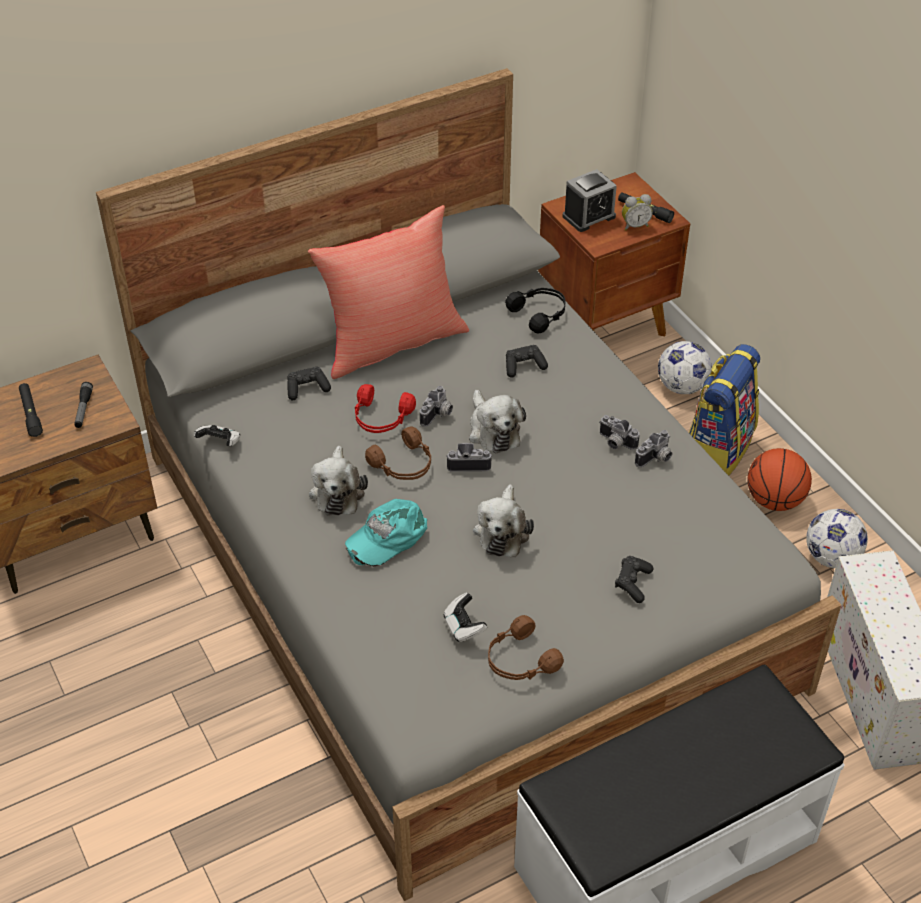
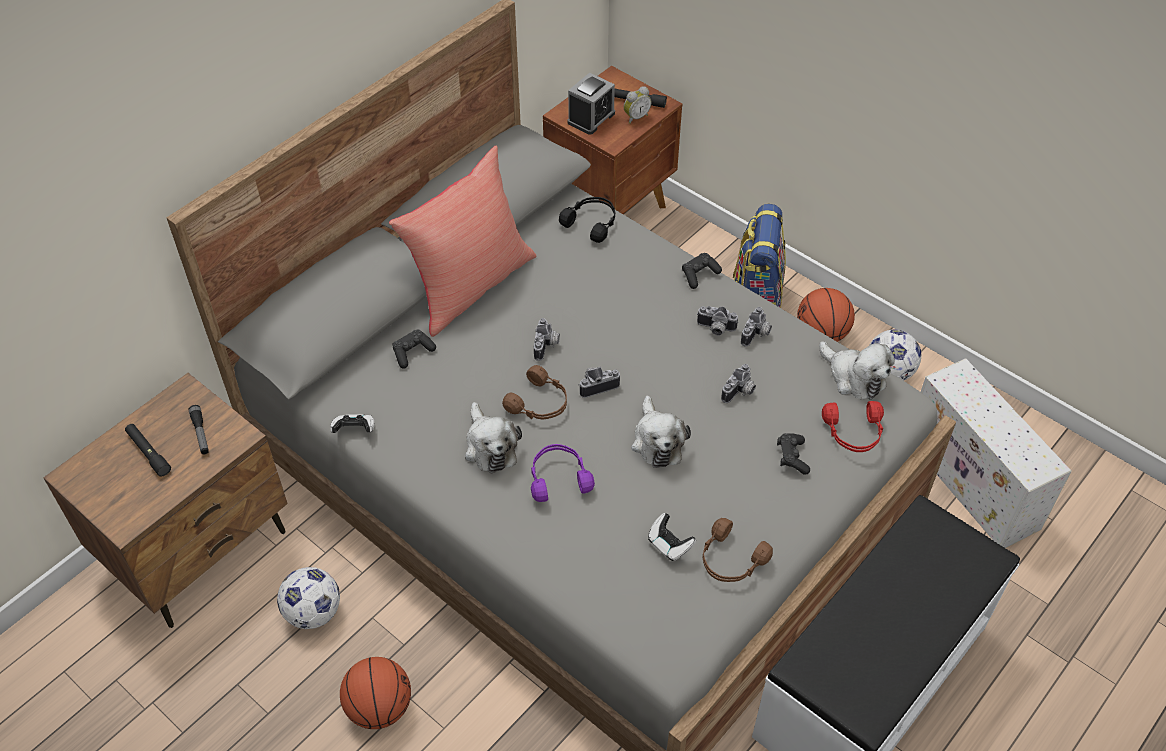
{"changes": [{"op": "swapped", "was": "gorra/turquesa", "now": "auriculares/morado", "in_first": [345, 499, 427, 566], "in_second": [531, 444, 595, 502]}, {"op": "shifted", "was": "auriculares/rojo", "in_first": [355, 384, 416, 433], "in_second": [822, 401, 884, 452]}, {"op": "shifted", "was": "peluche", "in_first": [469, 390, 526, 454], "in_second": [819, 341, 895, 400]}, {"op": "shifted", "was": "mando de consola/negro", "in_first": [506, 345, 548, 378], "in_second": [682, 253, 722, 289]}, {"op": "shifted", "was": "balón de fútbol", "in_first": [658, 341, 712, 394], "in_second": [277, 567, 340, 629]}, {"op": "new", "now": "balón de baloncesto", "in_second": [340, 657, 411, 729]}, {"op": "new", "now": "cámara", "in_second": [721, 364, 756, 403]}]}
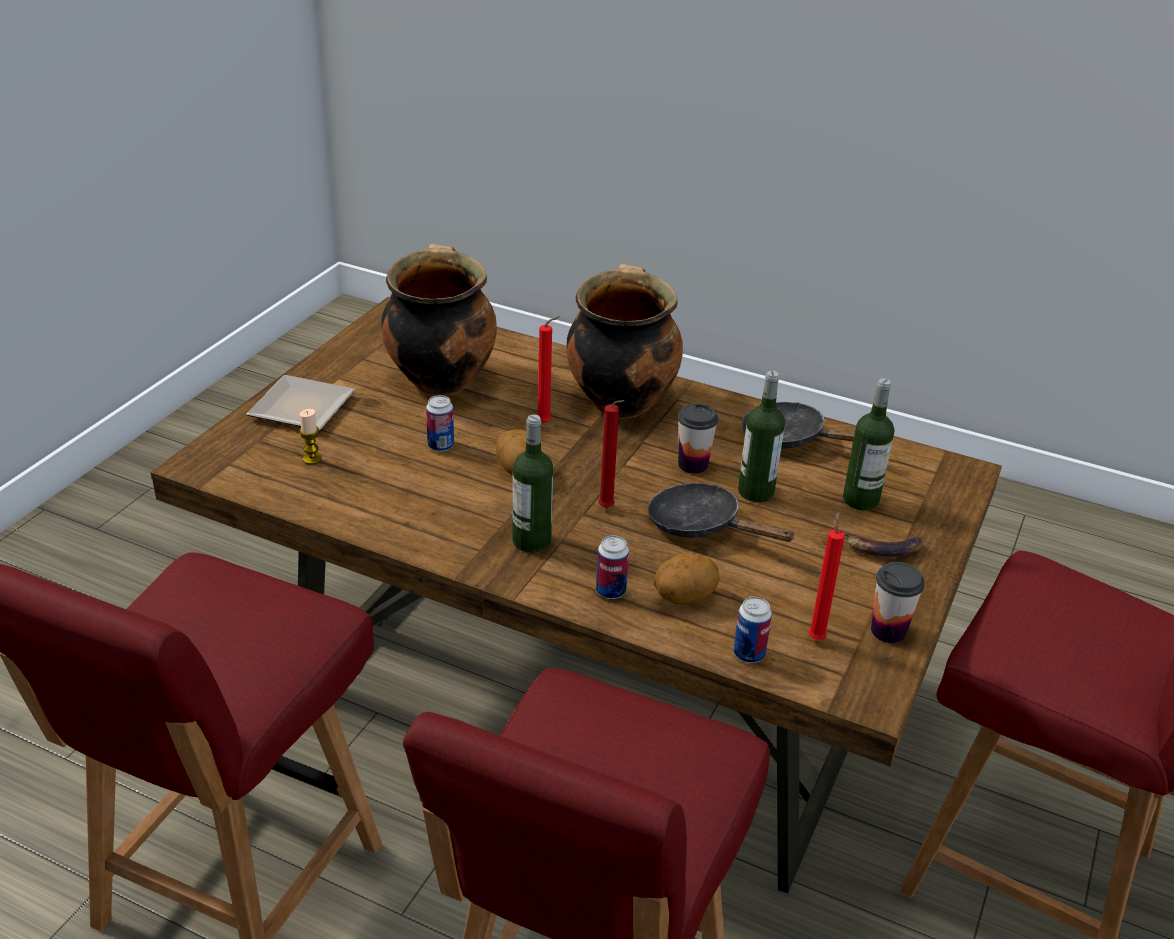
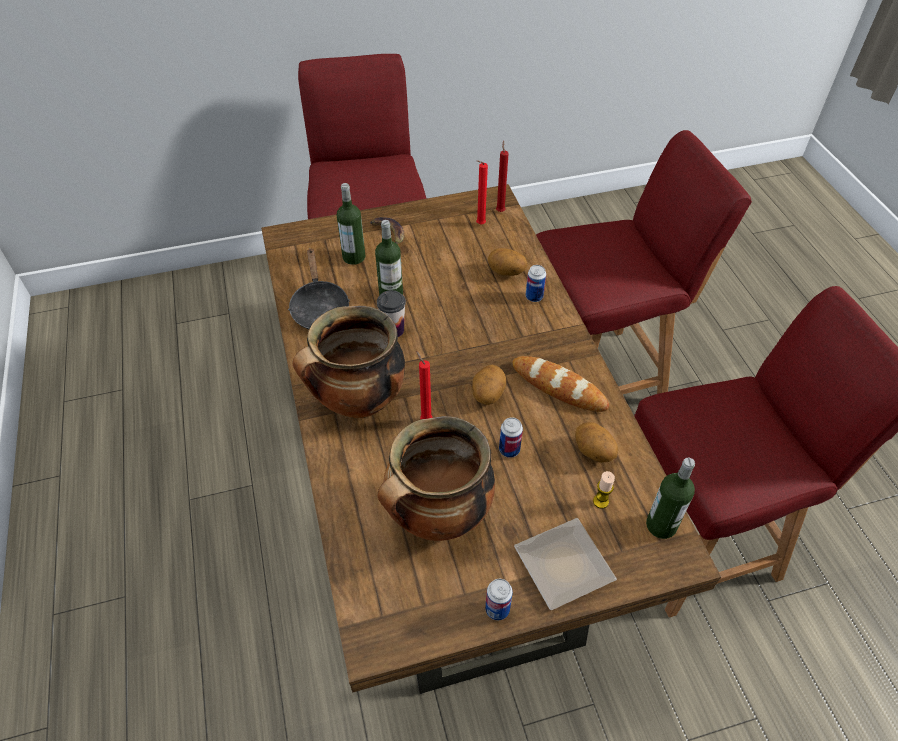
{"changes": [{"op": "shifted", "was": "botella", "in_first": [512, 414, 553, 553], "in_second": [646, 458, 695, 539]}, {"op": "shifted", "was": "vela/rojo", "in_first": [598, 400, 625, 508], "in_second": [496, 141, 509, 212]}, {"op": "gone", "was": "sartén/negro", "in_first": [648, 483, 795, 542]}, {"op": "shifted", "was": "lata", "in_first": [733, 597, 772, 663], "in_second": [485, 579, 513, 620]}, {"op": "gone", "was": "taza", "in_first": [871, 562, 925, 643]}, {"op": "new", "now": "pan", "in_second": [512, 356, 609, 412]}, {"op": "new", "now": "patata", "in_second": [575, 422, 618, 463]}]}
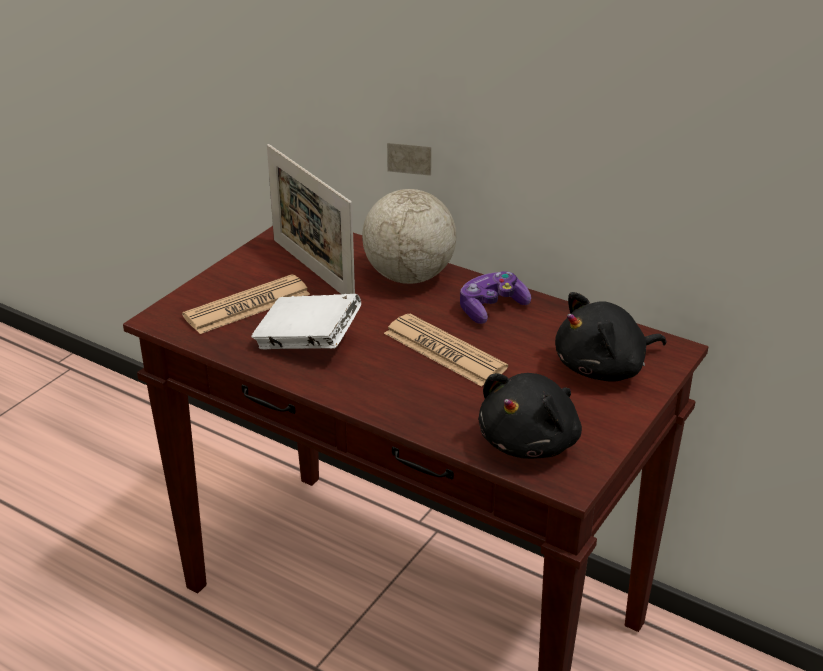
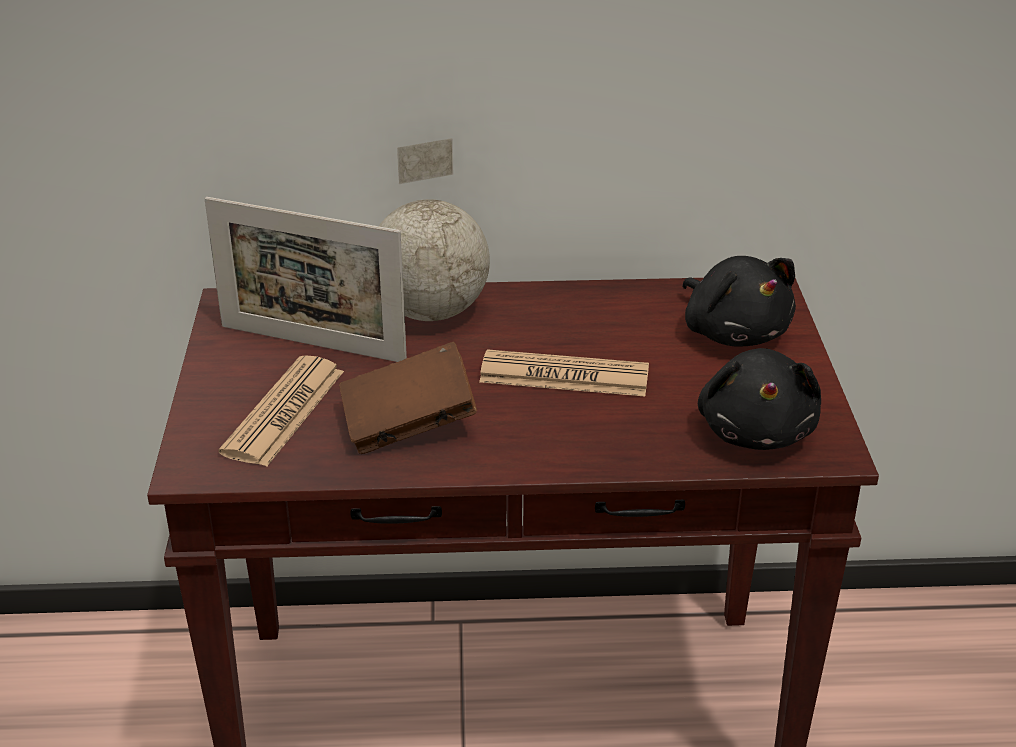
{"changes": [{"op": "repainted", "was": "libro/blanco", "now": "libro/marrón", "in_first": [251, 294, 361, 349], "in_second": [339, 342, 477, 454]}, {"op": "gone", "was": "mando de consola", "in_first": [460, 271, 531, 324]}, {"op": "rotated", "was": "peluche/negro", "in_first": [555, 292, 667, 382], "in_second": [683, 256, 796, 347], "clockwise": -60}]}
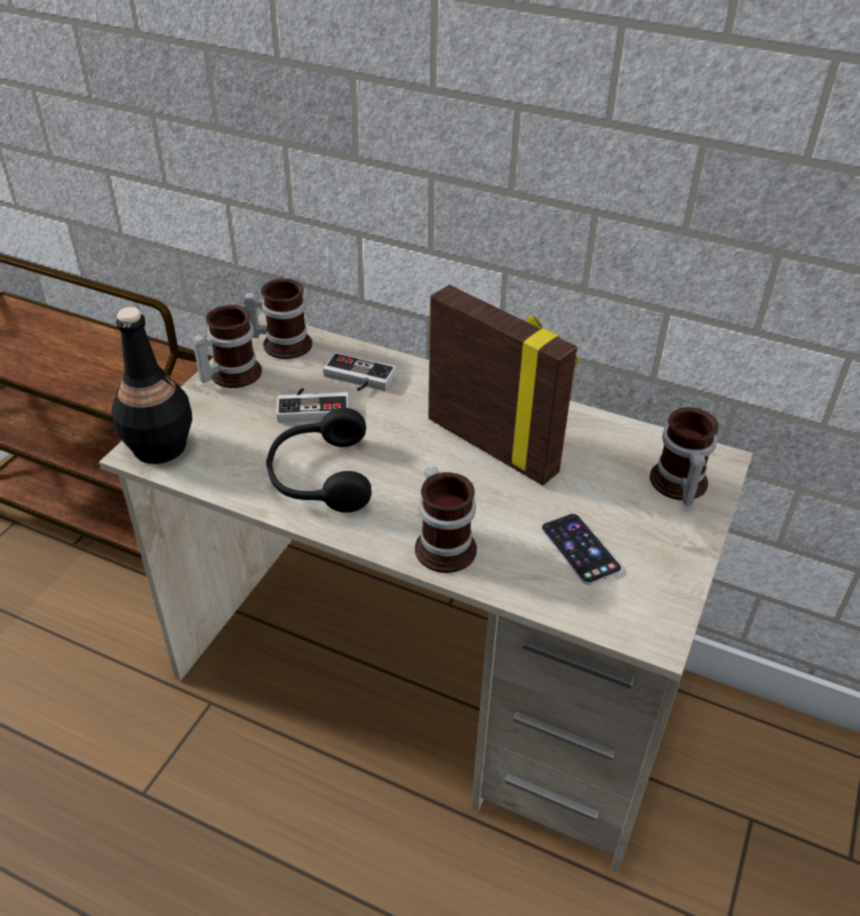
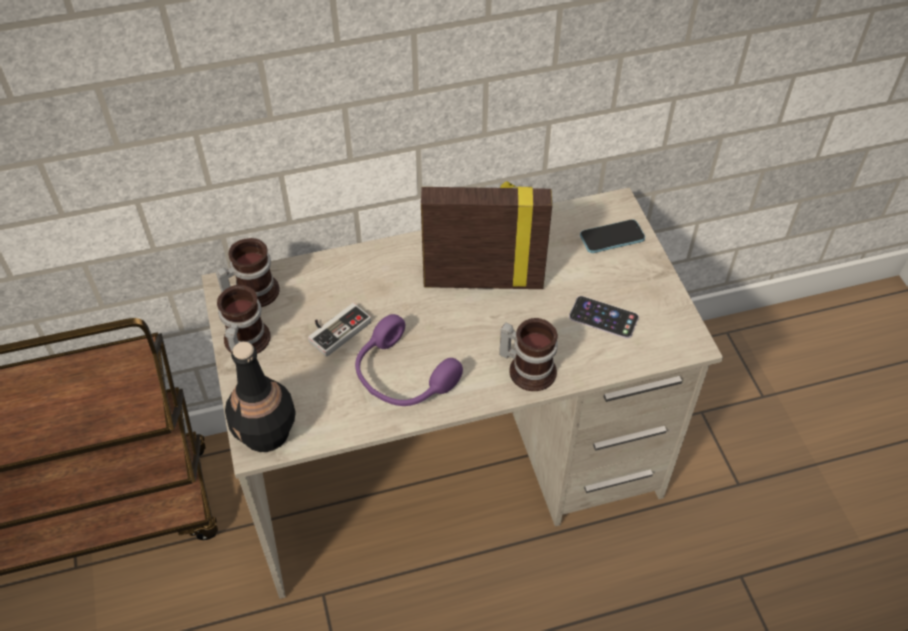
{"changes": [{"op": "repainted", "was": "auriculares/negro", "now": "auriculares/morado", "in_first": [266, 408, 372, 513], "in_second": [355, 314, 463, 406]}, {"op": "gone", "was": "mando de consola", "in_first": [323, 352, 396, 391]}, {"op": "swapped", "was": "taza grande", "now": "móvil", "in_first": [650, 407, 718, 505], "in_second": [580, 219, 645, 253]}]}
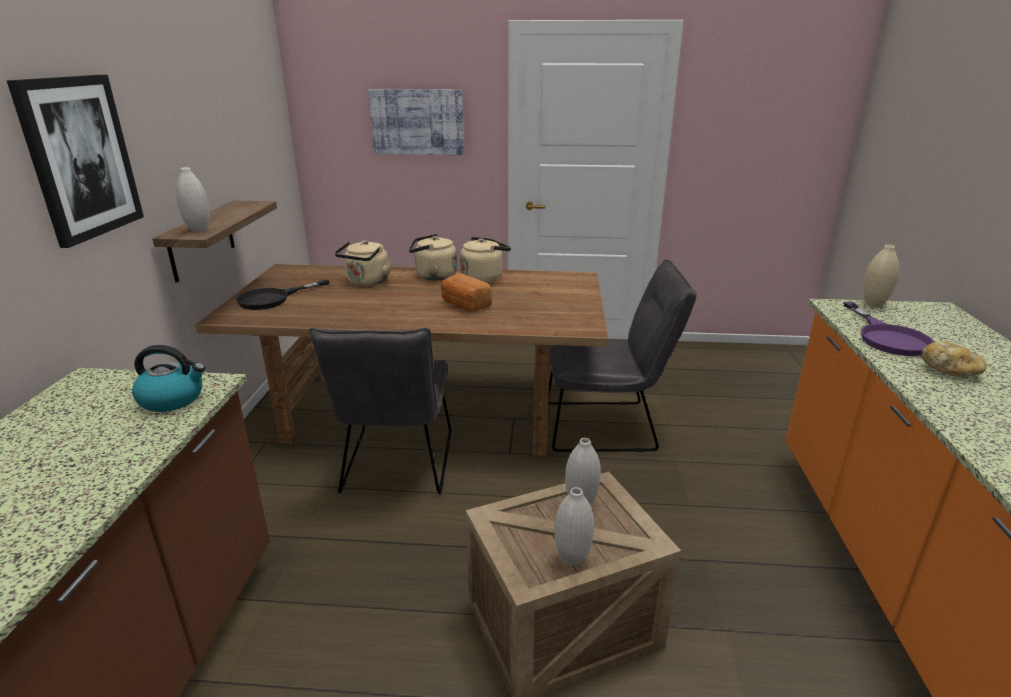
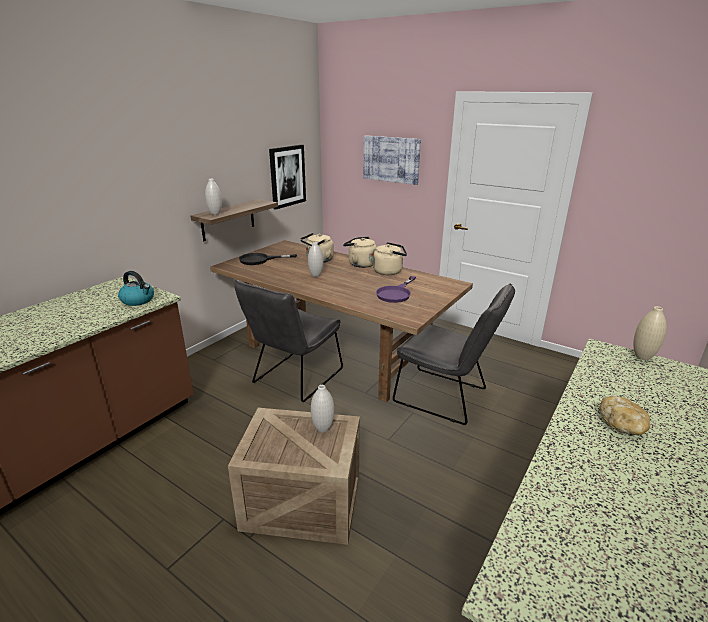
{"changes": [{"op": "shifted", "was": "cuadro", "in_first": [7, 75, 144, 248], "in_second": [269, 145, 306, 209]}, {"op": "gone", "was": "pan", "in_first": [441, 274, 492, 311]}, {"op": "shifted", "was": "florero/blanco", "in_first": [554, 487, 594, 566], "in_second": [308, 242, 324, 277]}, {"op": "shifted", "was": "sartén/morado", "in_first": [844, 302, 934, 356], "in_second": [376, 276, 416, 303]}]}
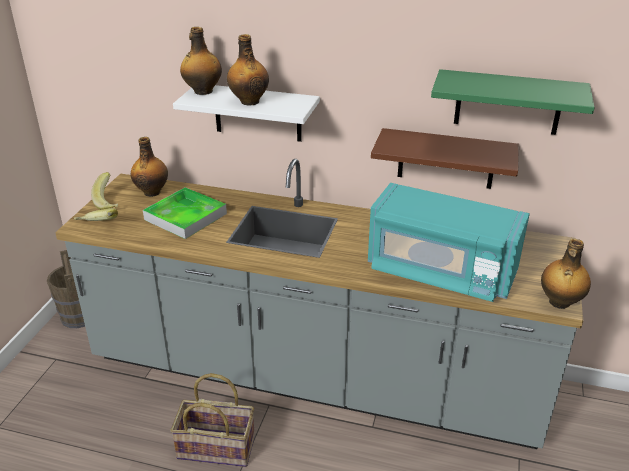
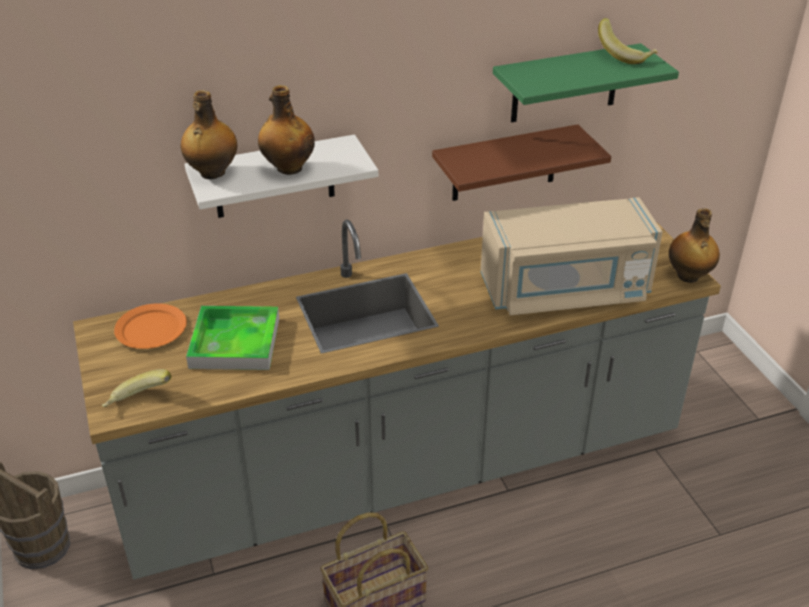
{"changes": [{"op": "shifted", "was": "plátano", "in_first": [91, 172, 118, 210], "in_second": [598, 18, 658, 64]}, {"op": "swapped", "was": "botella", "now": "plato/naranja", "in_first": [130, 137, 168, 197], "in_second": [114, 303, 187, 349]}, {"op": "repainted", "was": "microondas/turquesa", "now": "microondas/beis", "in_first": [368, 183, 530, 302], "in_second": [481, 197, 663, 315]}]}
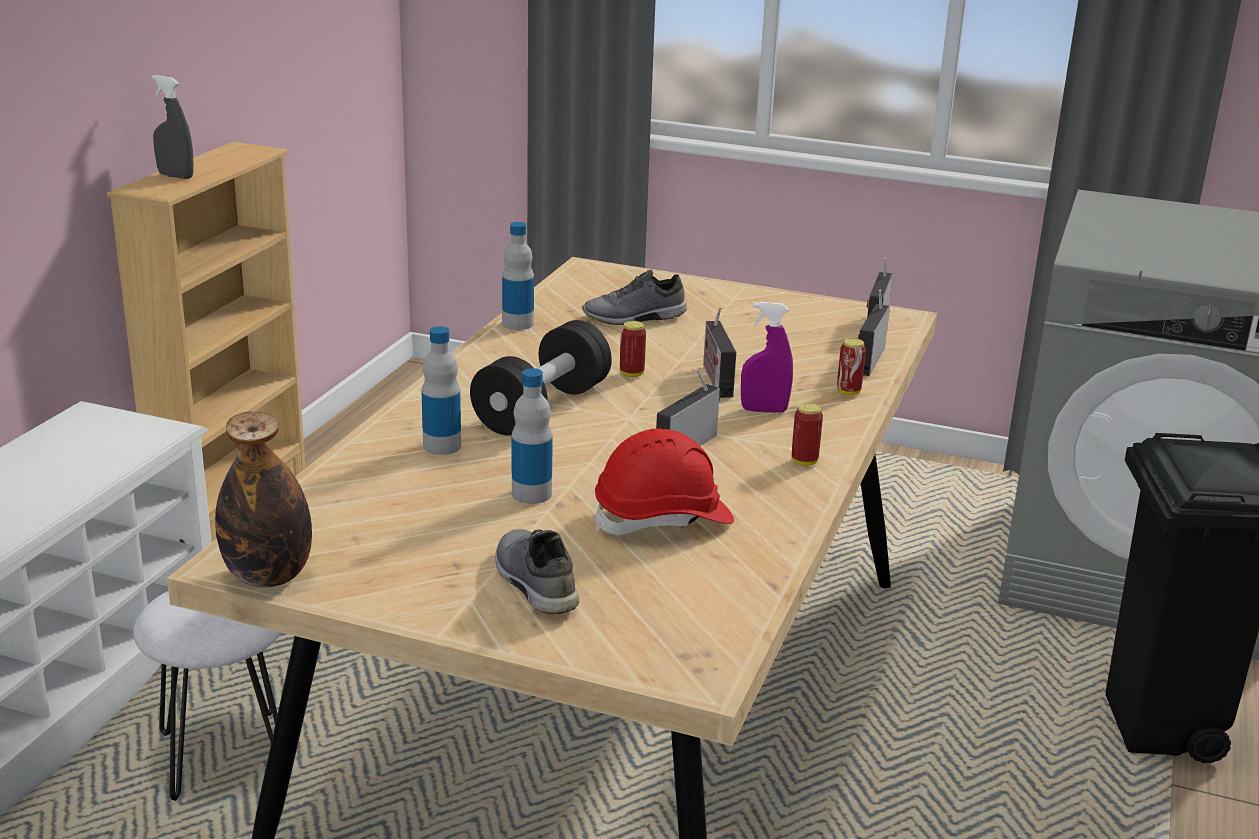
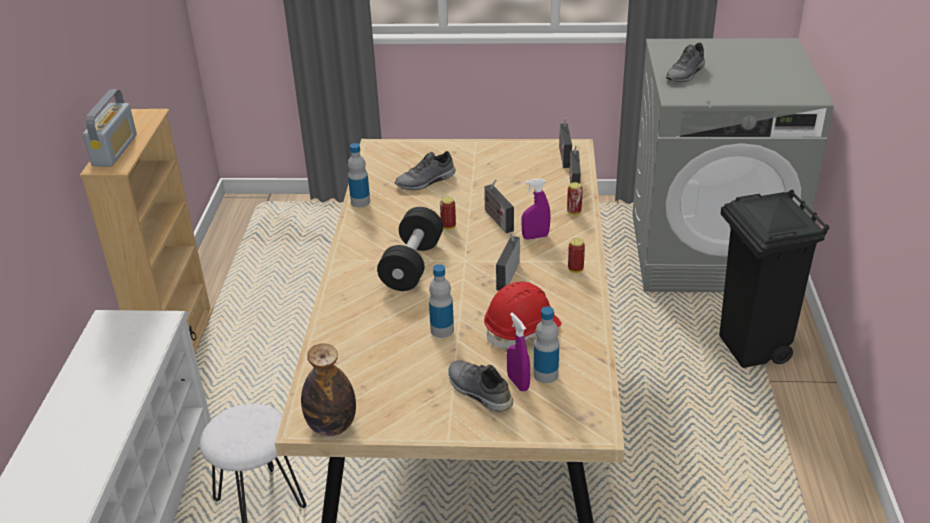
{"changes": [{"op": "swapped", "was": "pulverizador/gris", "now": "radio", "in_first": [151, 75, 194, 179], "in_second": [83, 90, 137, 167]}, {"op": "shifted", "was": "botella", "in_first": [422, 326, 461, 455], "in_second": [533, 307, 559, 383]}, {"op": "new", "now": "pulverizador/morado", "in_second": [507, 313, 530, 392]}, {"op": "new", "now": "zapato/gris", "in_second": [666, 43, 705, 82]}]}
